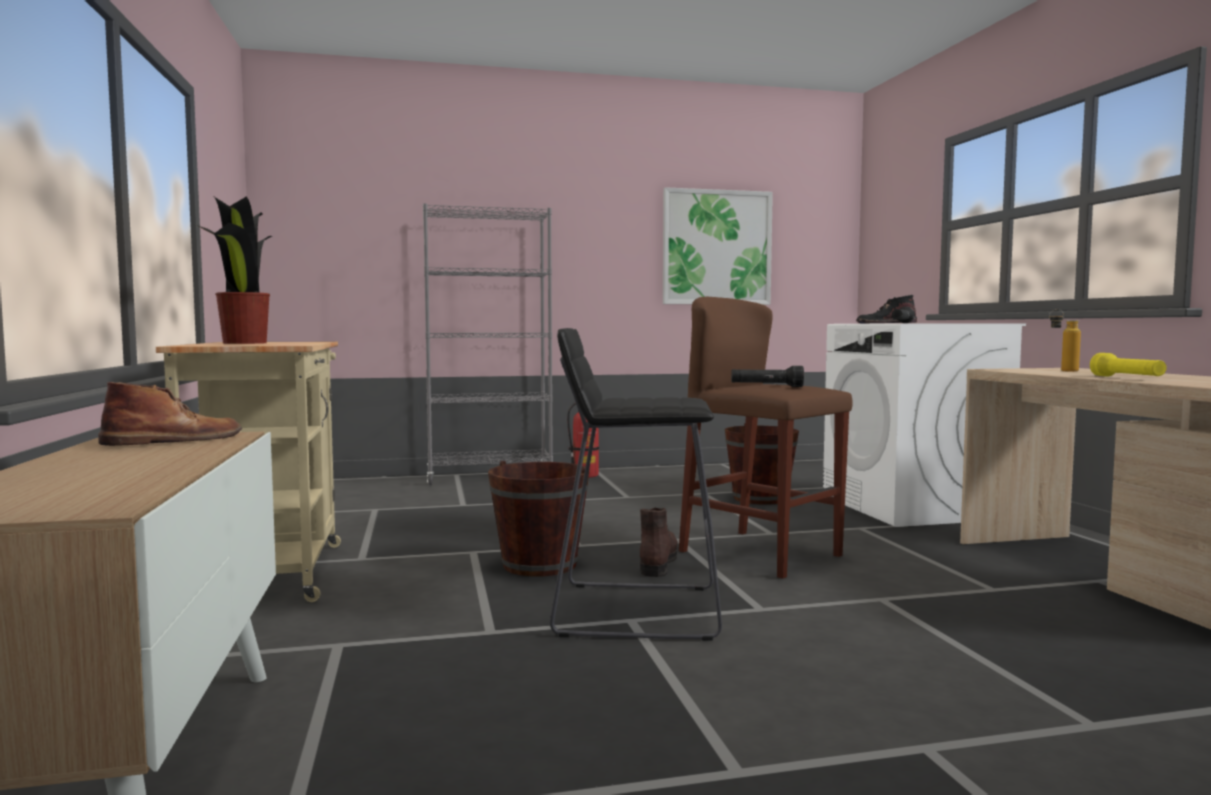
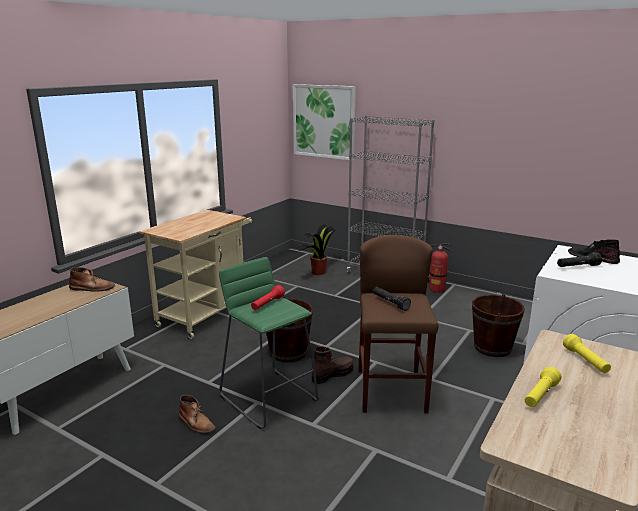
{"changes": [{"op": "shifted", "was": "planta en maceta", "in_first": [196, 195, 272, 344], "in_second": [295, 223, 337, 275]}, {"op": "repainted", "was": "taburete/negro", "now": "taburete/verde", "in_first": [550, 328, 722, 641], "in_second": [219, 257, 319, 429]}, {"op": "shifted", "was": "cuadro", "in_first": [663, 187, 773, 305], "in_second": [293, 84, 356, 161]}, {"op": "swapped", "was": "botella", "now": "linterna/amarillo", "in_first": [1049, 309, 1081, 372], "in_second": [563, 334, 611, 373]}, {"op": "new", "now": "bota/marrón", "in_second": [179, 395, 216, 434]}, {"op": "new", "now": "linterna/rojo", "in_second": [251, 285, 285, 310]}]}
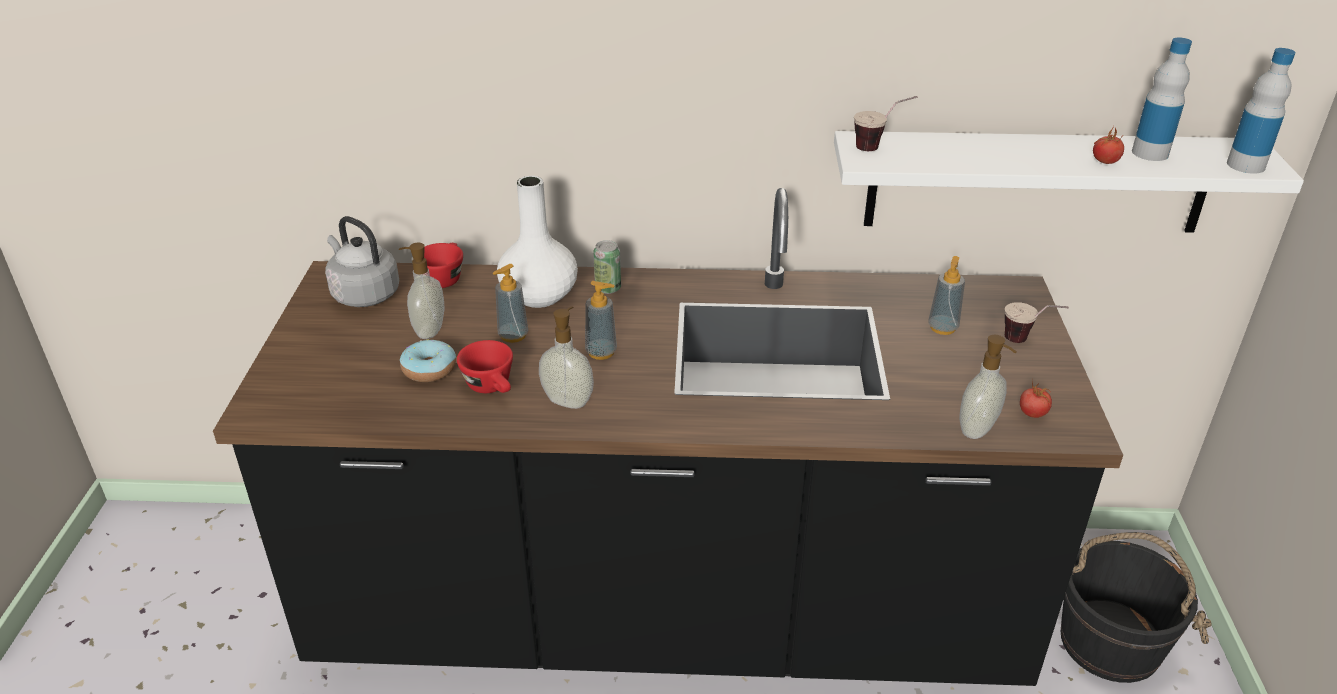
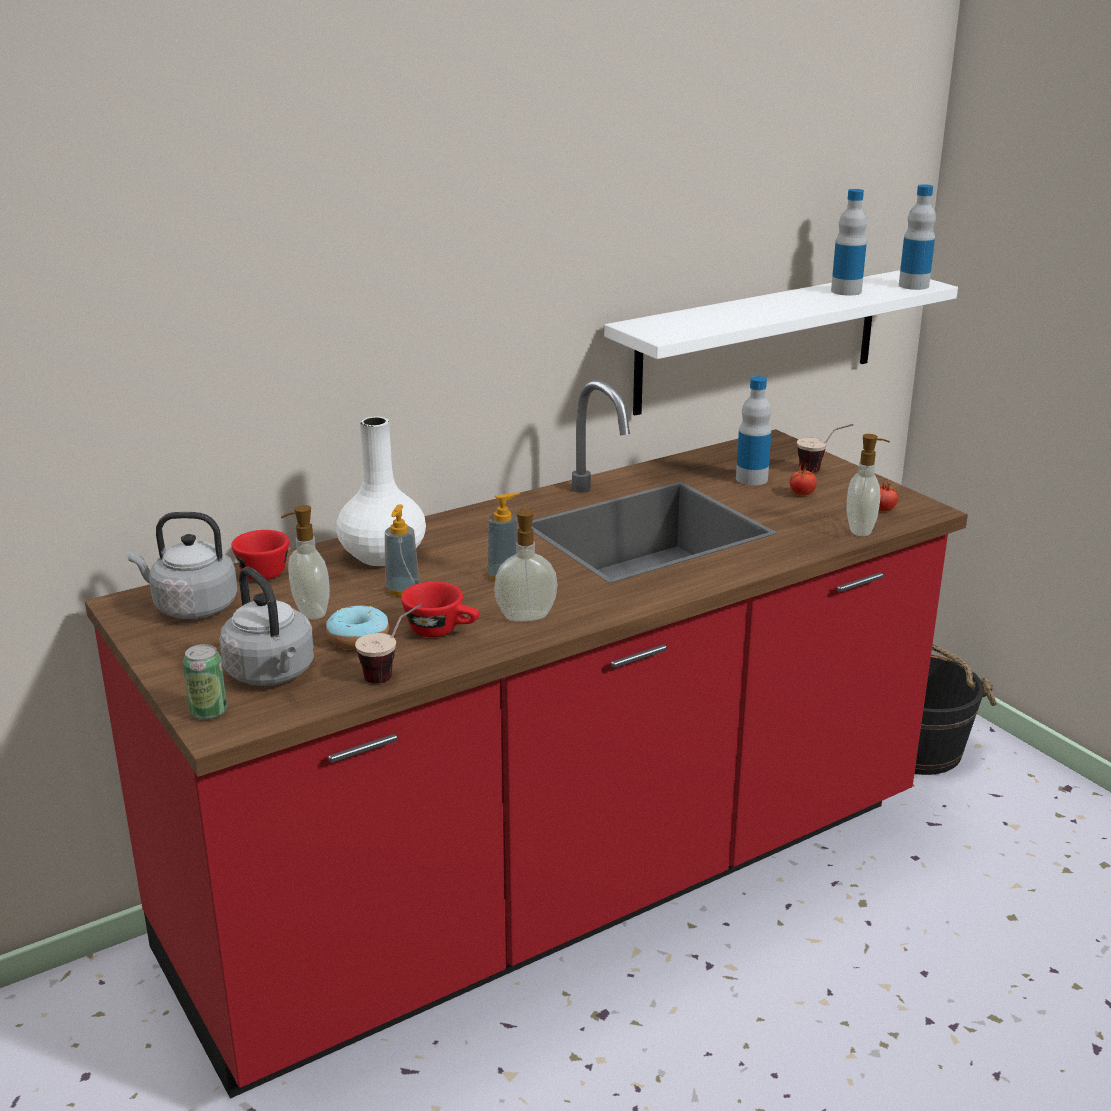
{"changes": [{"op": "repainted", "was": "mueble bajo de cocina/negro", "now": "mueble bajo de cocina/rojo", "in_first": [213, 188, 1123, 686], "in_second": [84, 380, 968, 1099]}, {"op": "shifted", "was": "lata", "in_first": [593, 240, 621, 294], "in_second": [183, 644, 227, 720]}, {"op": "shifted", "was": "taza", "in_first": [854, 96, 917, 151], "in_second": [355, 604, 422, 684]}, {"op": "swapped", "was": "dispensador de jabón", "now": "botella", "in_first": [928, 256, 965, 335], "in_second": [736, 376, 771, 485]}, {"op": "shifted", "was": "tomate", "in_first": [1093, 126, 1124, 164], "in_second": [790, 461, 817, 496]}, {"op": "new", "now": "hervidor/gris", "in_second": [219, 567, 314, 686]}]}
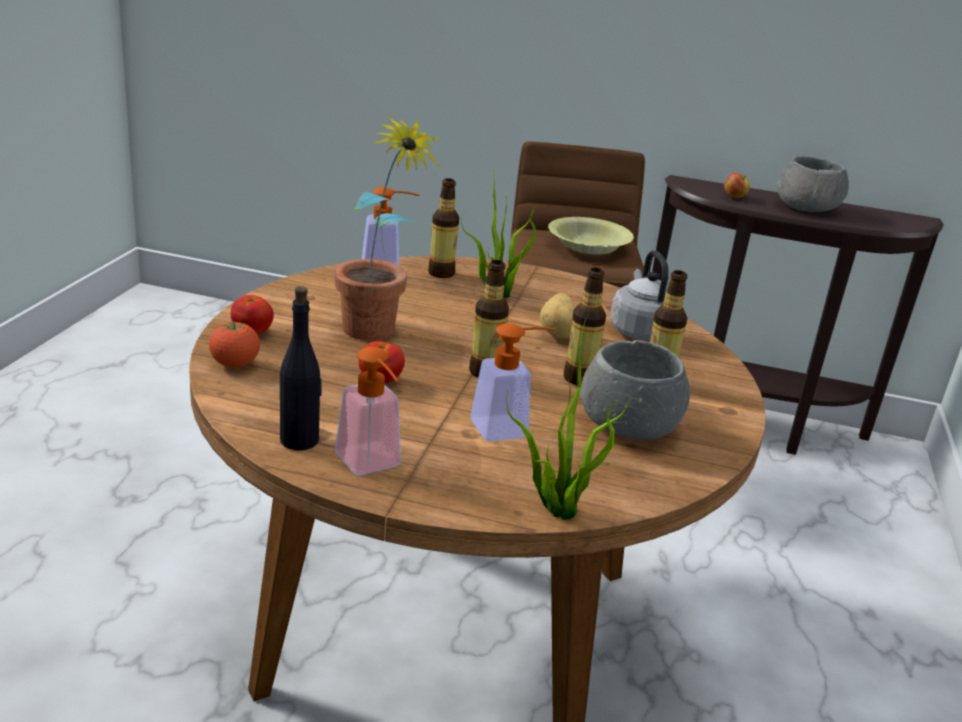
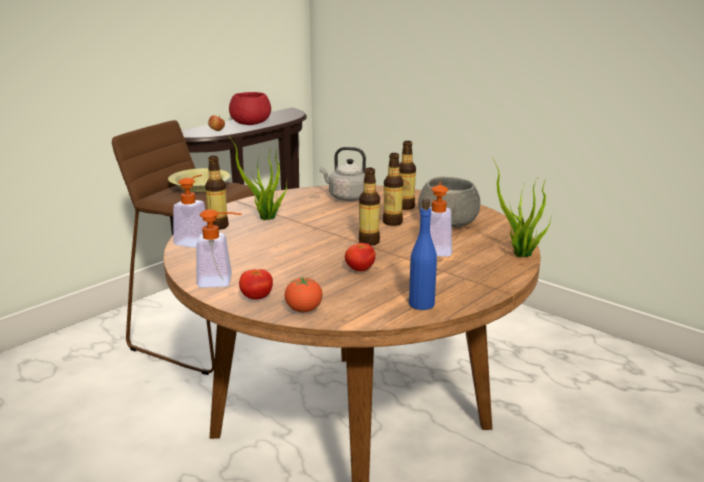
{"changes": [{"op": "repainted", "was": "botella/negro", "now": "botella/azul", "in_first": [280, 286, 322, 450], "in_second": [409, 199, 437, 310]}, {"op": "gone", "was": "planta en maceta", "in_first": [334, 114, 440, 341]}, {"op": "shifted", "was": "dispensador de jabón", "in_first": [335, 347, 401, 475], "in_second": [196, 209, 242, 288]}, {"op": "gone", "was": "patata", "in_first": [540, 293, 576, 338]}, {"op": "repainted", "was": "cuenco/gris", "now": "cuenco/rojo", "in_first": [777, 156, 849, 212], "in_second": [229, 92, 271, 125]}]}
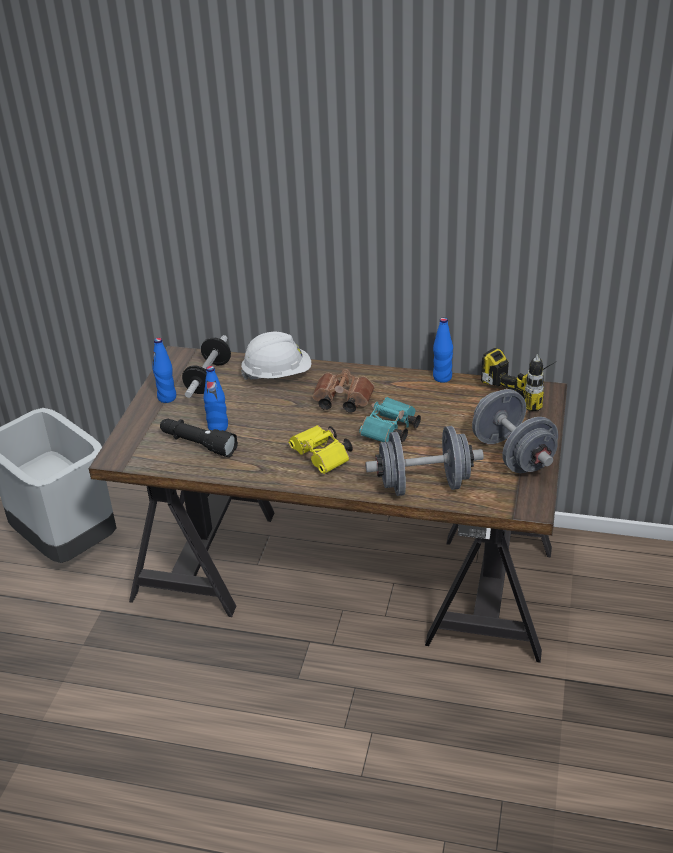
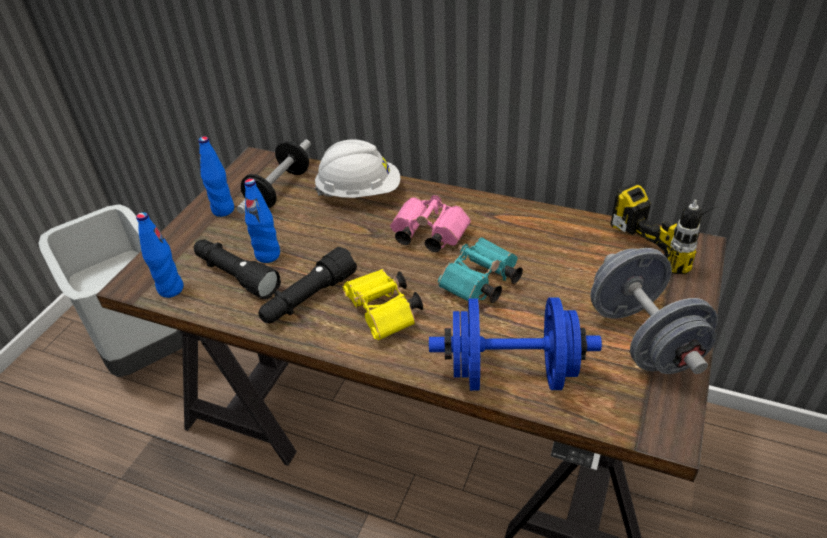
{"changes": [{"op": "repainted", "was": "prismáticos/marrón", "now": "prismáticos/rosa", "in_first": [312, 369, 375, 413], "in_second": [390, 195, 471, 252]}, {"op": "repainted", "was": "mancuerna/gris", "now": "mancuerna/azul", "in_first": [365, 426, 484, 496], "in_second": [429, 297, 602, 391]}, {"op": "shifted", "was": "botella/azul", "in_first": [433, 317, 453, 383], "in_second": [136, 212, 184, 298]}, {"op": "new", "now": "linterna/negro", "in_second": [258, 247, 357, 323]}]}
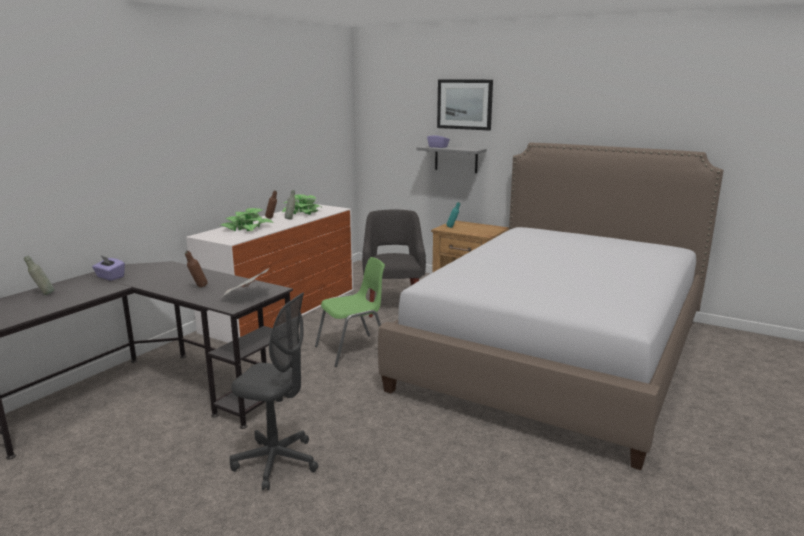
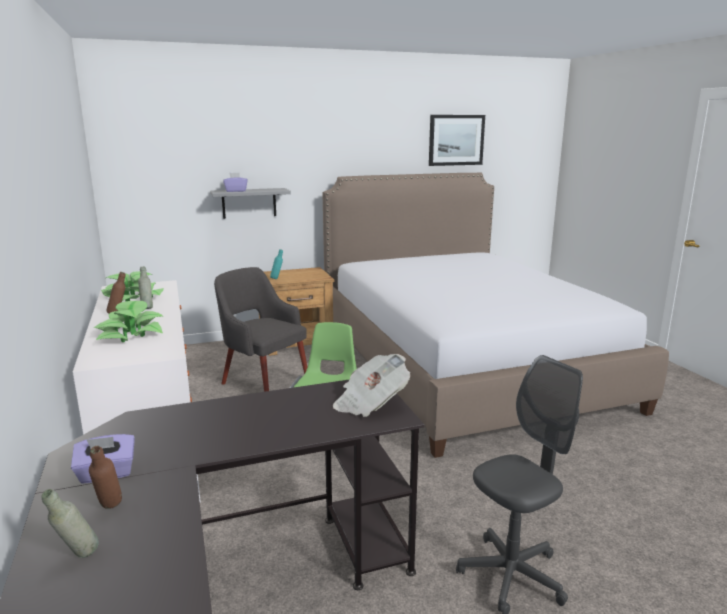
{"changes": [{"op": "shifted", "was": "botella/marrón", "in_first": [185, 251, 208, 288], "in_second": [89, 446, 122, 509]}, {"op": "shifted", "was": "cuadro", "in_first": [437, 80, 493, 131], "in_second": [429, 115, 485, 166]}]}
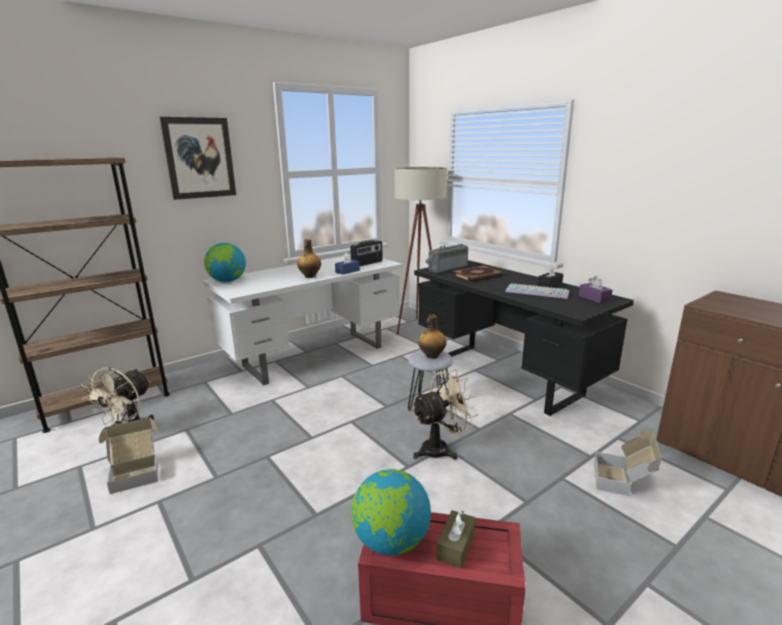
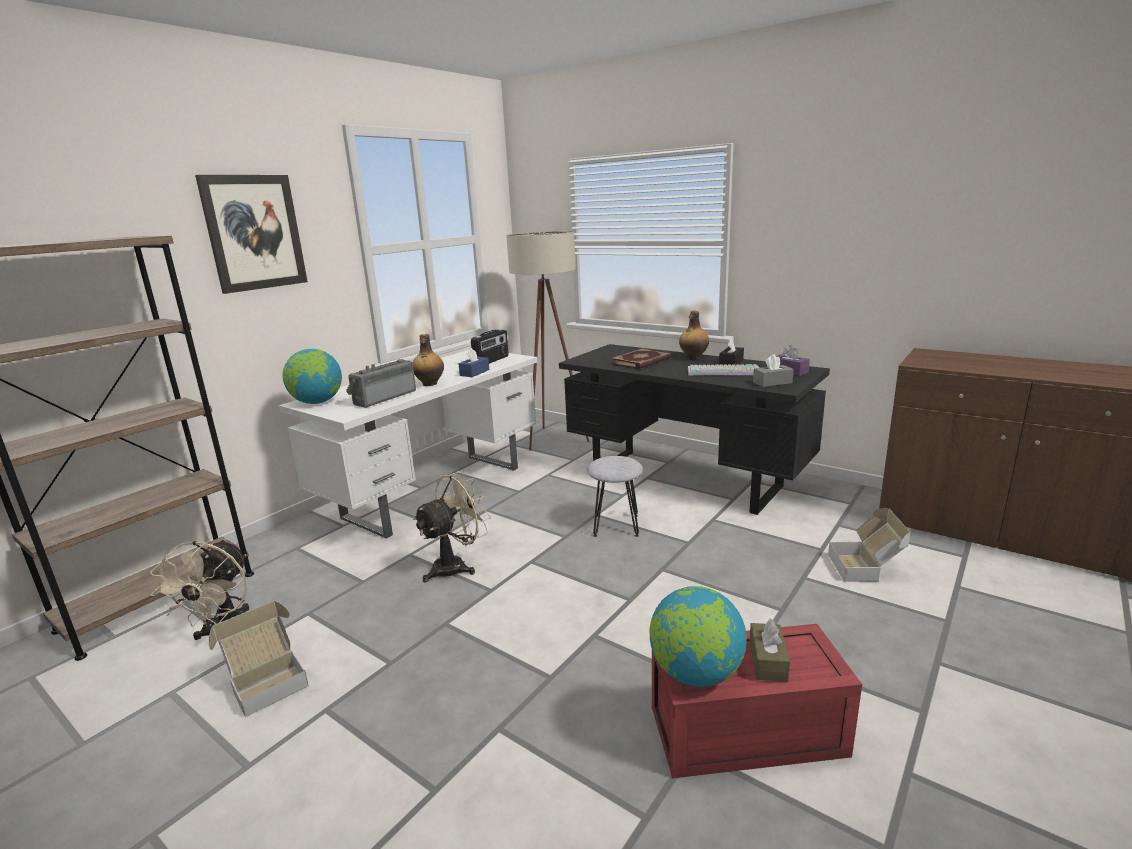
{"changes": [{"op": "shifted", "was": "ventilador/beis", "in_first": [412, 370, 478, 460], "in_second": [413, 471, 491, 583]}, {"op": "shifted", "was": "botella", "in_first": [418, 314, 446, 359], "in_second": [679, 311, 709, 359]}, {"op": "shifted", "was": "radio", "in_first": [425, 244, 468, 273], "in_second": [346, 359, 416, 408]}, {"op": "new", "now": "caja de pañuelos/gris", "in_second": [753, 354, 794, 387]}]}
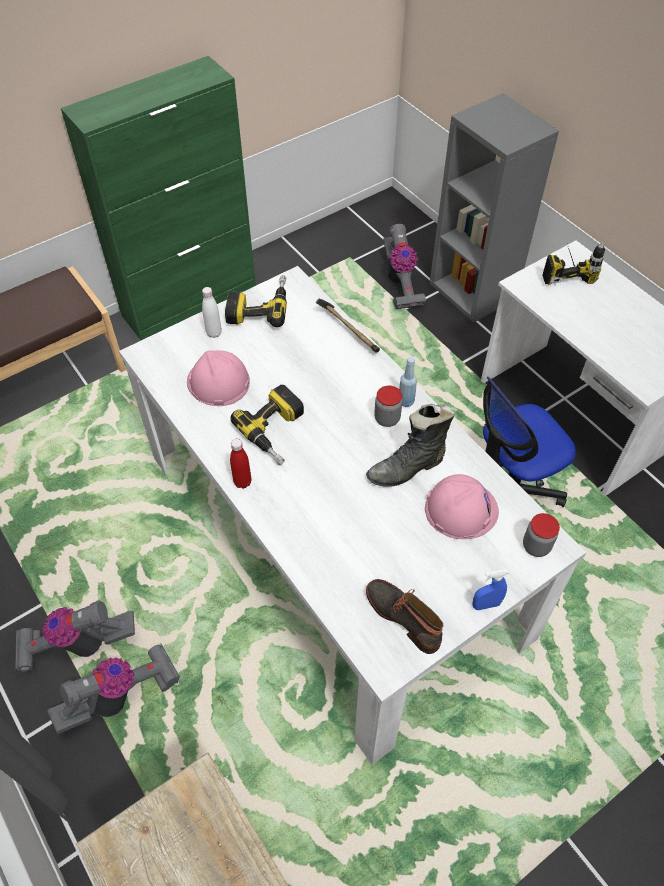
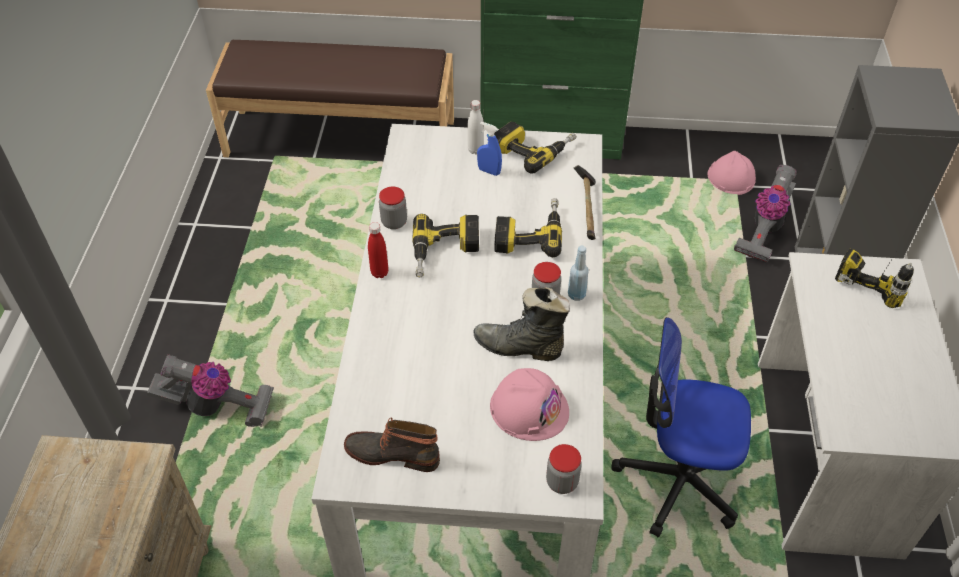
{"changes": [{"op": "gone", "was": "aspiradora", "in_first": [15, 601, 135, 672]}, {"op": "shifted", "was": "casco/rosa", "in_first": [187, 350, 250, 406], "in_second": [708, 151, 756, 195]}, {"op": "rotated", "was": "bota", "in_first": [366, 579, 444, 654], "in_second": [344, 417, 440, 472], "clockwise": -75}, {"op": "shifted", "was": "pulverizador/azul", "in_first": [472, 569, 508, 610], "in_second": [477, 122, 502, 176]}, {"op": "new", "now": "tarro", "in_second": [379, 187, 407, 229]}, {"op": "new", "now": "taladro", "in_second": [494, 198, 562, 257]}]}
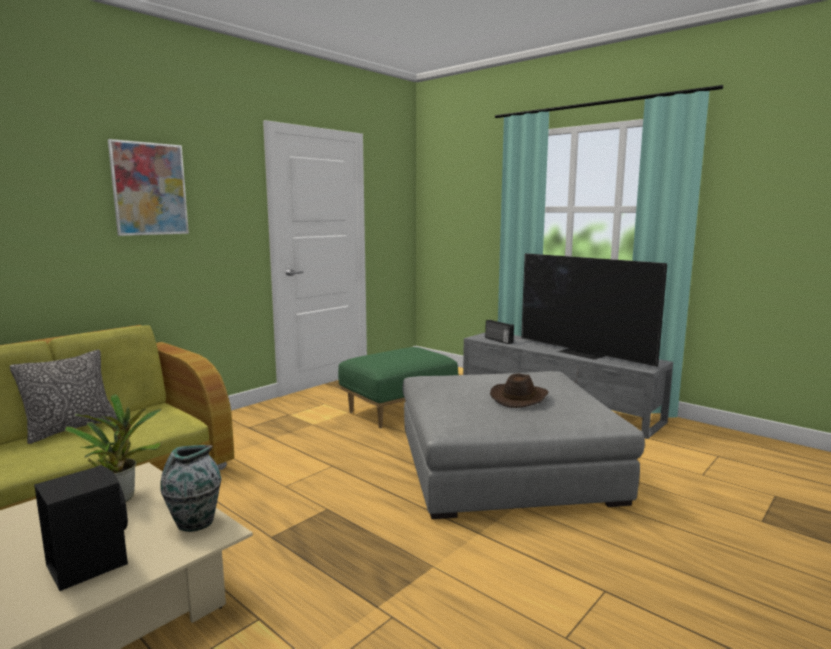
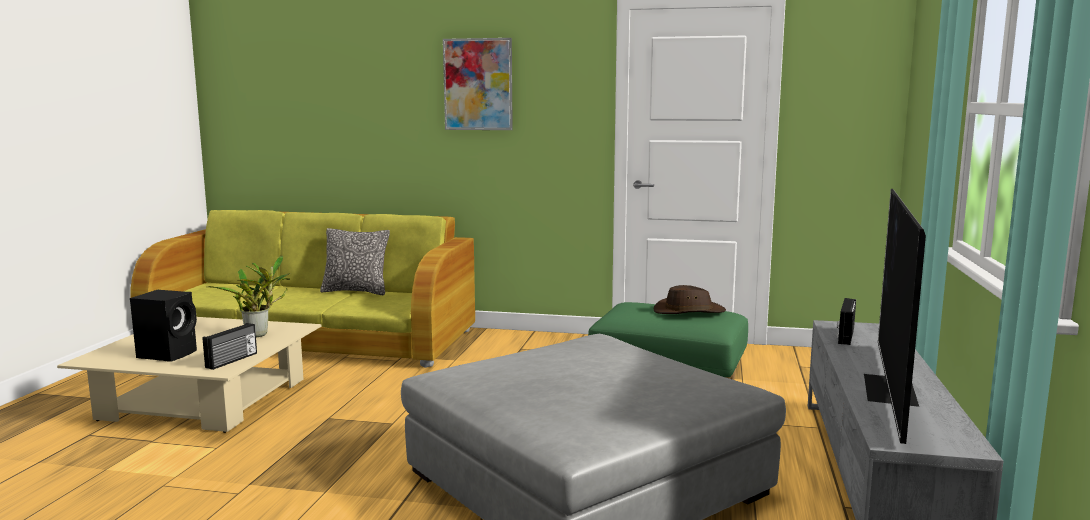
{"changes": [{"op": "swapped", "was": "florero", "now": "radio", "in_first": [160, 445, 221, 532], "in_second": [203, 323, 257, 370]}, {"op": "shifted", "was": "sombrero/marrón", "in_first": [490, 373, 549, 408], "in_second": [654, 285, 726, 314]}]}
